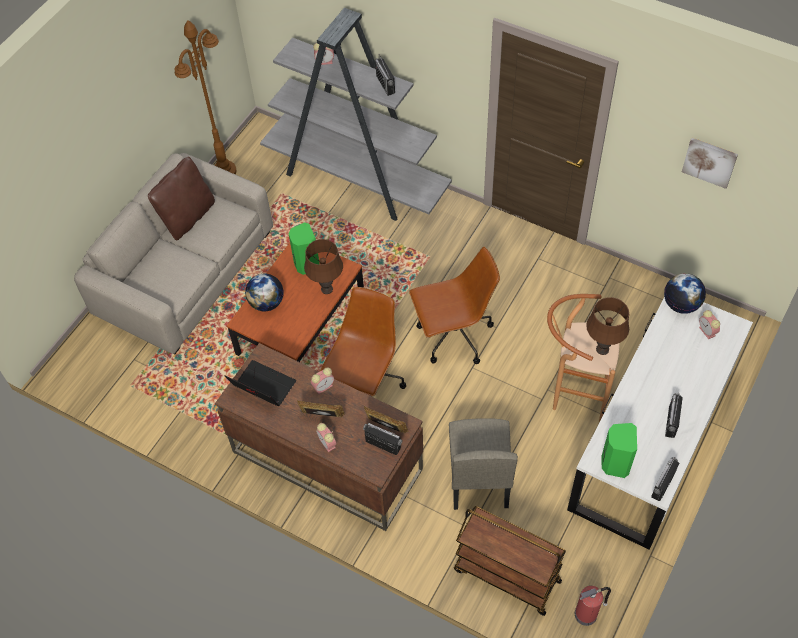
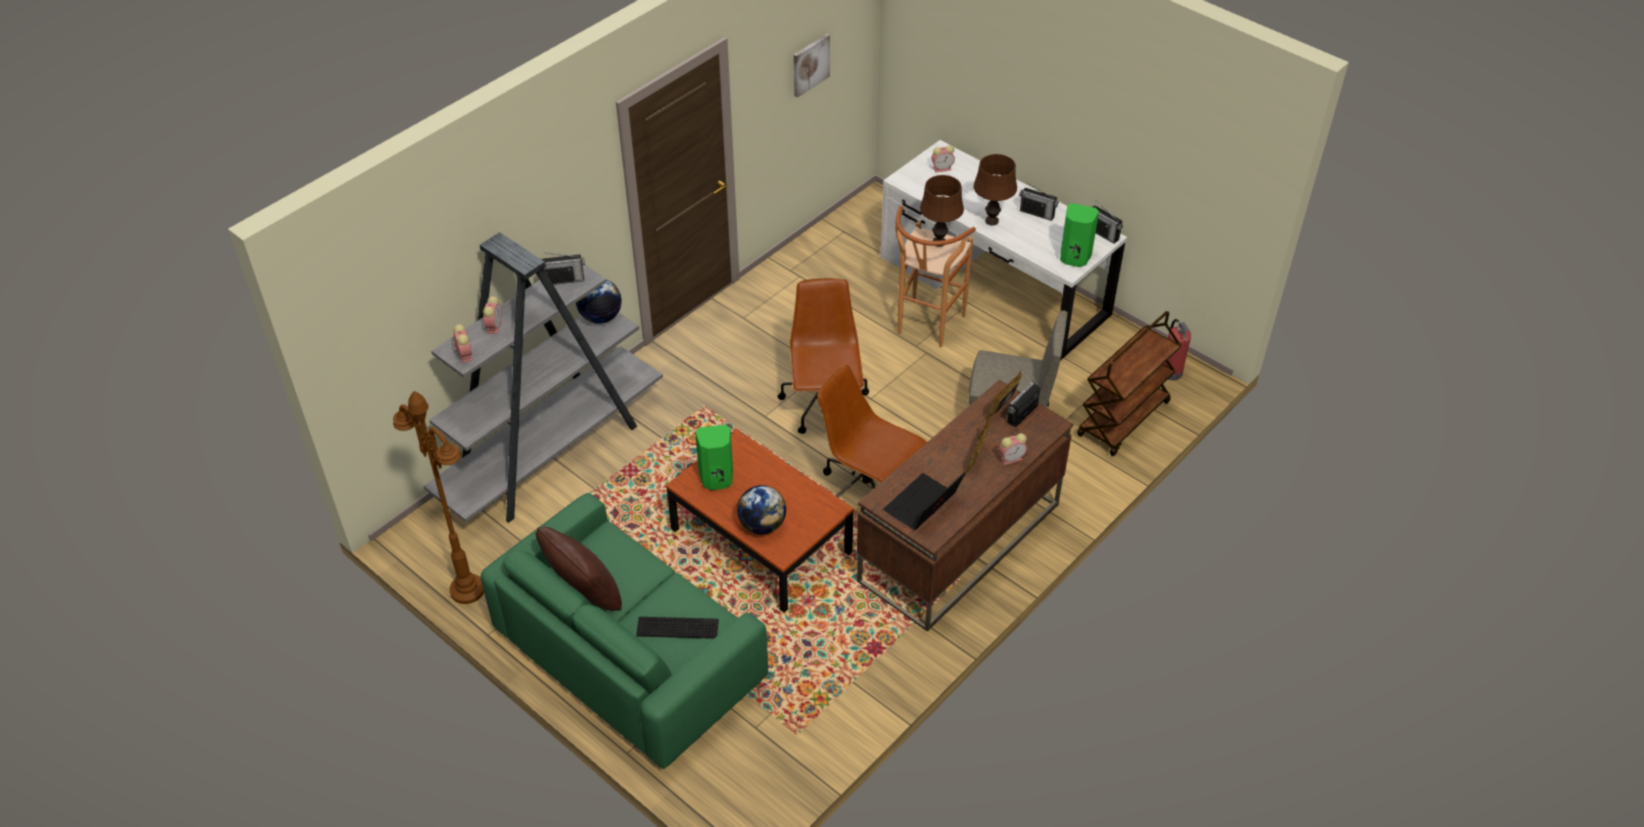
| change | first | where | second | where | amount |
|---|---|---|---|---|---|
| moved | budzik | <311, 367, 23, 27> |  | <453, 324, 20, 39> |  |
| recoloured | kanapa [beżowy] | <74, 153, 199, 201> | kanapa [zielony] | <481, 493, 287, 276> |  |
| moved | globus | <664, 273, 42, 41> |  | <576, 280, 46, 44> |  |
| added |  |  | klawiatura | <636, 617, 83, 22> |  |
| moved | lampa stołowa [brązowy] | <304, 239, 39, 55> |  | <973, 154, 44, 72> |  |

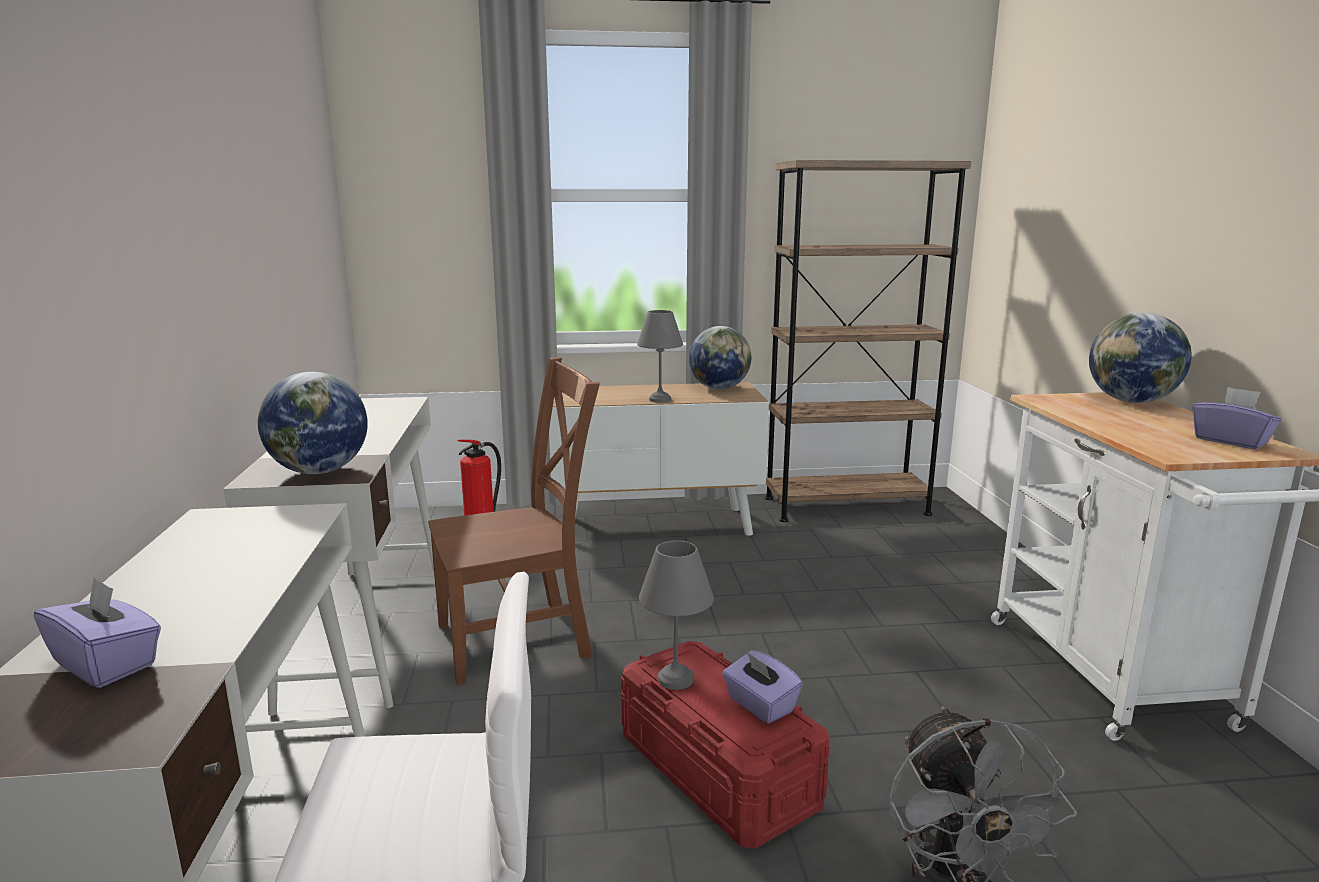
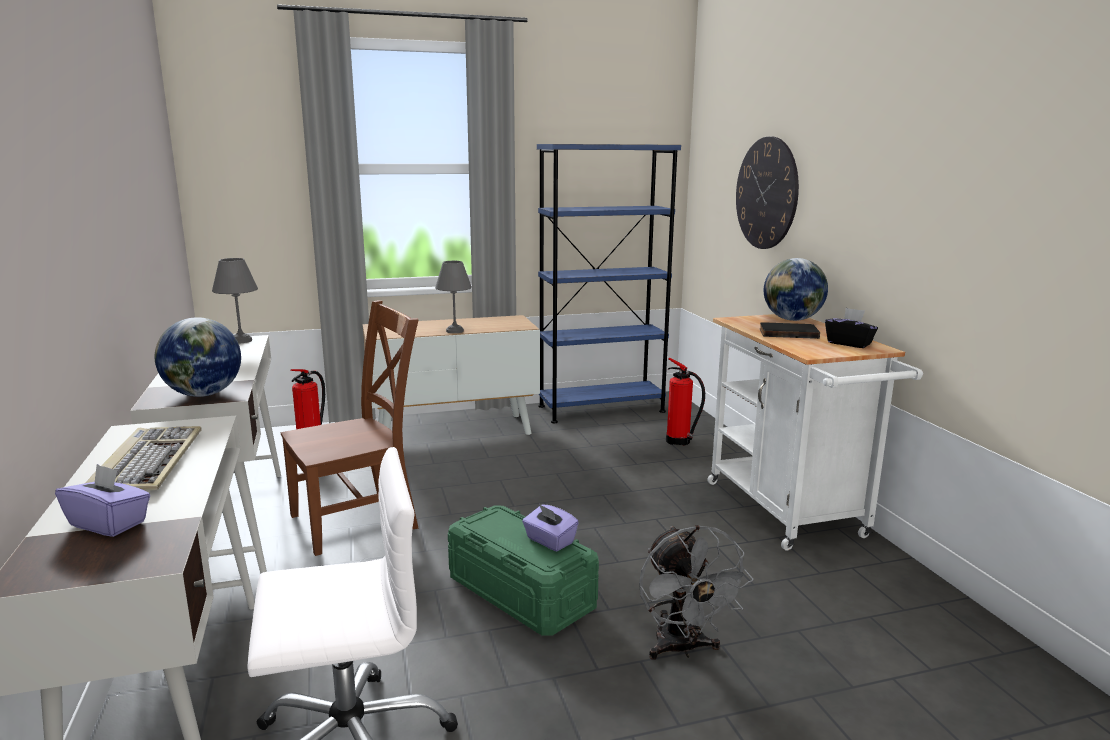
| change | first | where | second | where | amount |
|---|---|---|---|---|---|
| added |  |  | klawiatura | <85, 426, 117, 65> |  |
| moved | lampa stołowa [szary] | <639, 540, 75, 150> |  | <212, 258, 46, 86> |  |
| recoloured | pojemnik do przechowywania [czerwony] | <621, 641, 209, 207> | pojemnik do przechowywania [zielony] | <448, 506, 151, 130> |  |
| recoloured | regał [brązowy] | <765, 160, 206, 362> | regał [niebieski] | <537, 144, 144, 279> |  |
| added |  |  | gaśnica | <666, 358, 39, 88> |  |
| added |  |  | zegar ścienny | <736, 136, 63, 113> |  |
| added |  |  | książka [czarny] | <760, 322, 60, 17> |  |
| recoloured | pudełko chusteczek [fioletowy] | <1192, 387, 89, 62> | pudełko chusteczek [czarny] | <825, 308, 53, 40> |  |
| removed | globus | <689, 326, 62, 63> |  |  |  |

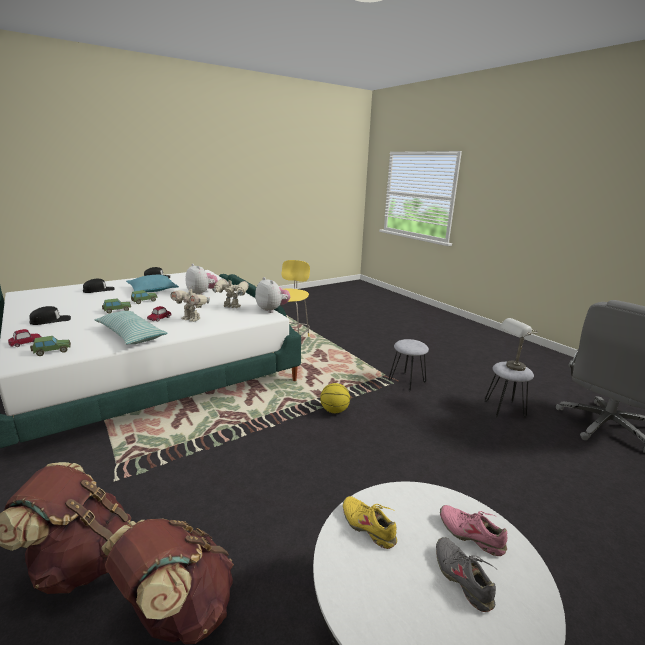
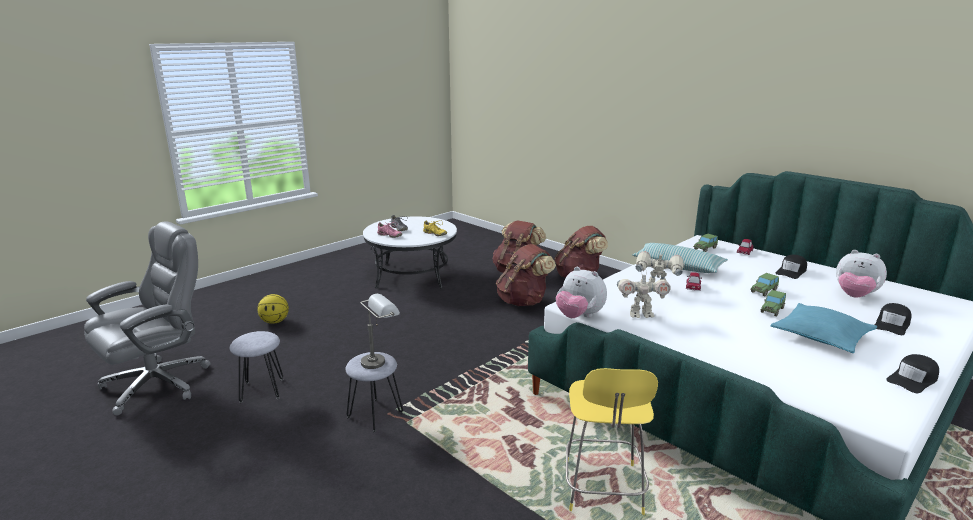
| change | first | where | second | where | amount |
|---|---|---|---|---|---|
| moved | piłka do koszykówki | <320, 383, 30, 30> |  | <257, 294, 32, 30> |  |
| moved | lampa stołowa [szary] | <500, 318, 38, 53> |  | <360, 294, 40, 75> |  |
| added |  |  | plecak [brązowy] | <496, 244, 60, 62> |  |
| moved | pluszak | <186, 264, 32, 31> |  | <836, 250, 51, 48> |  |

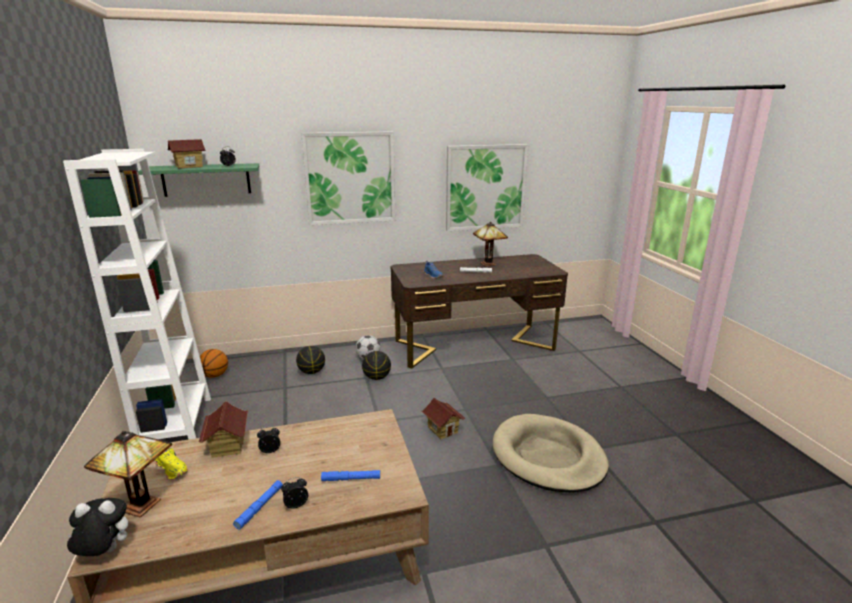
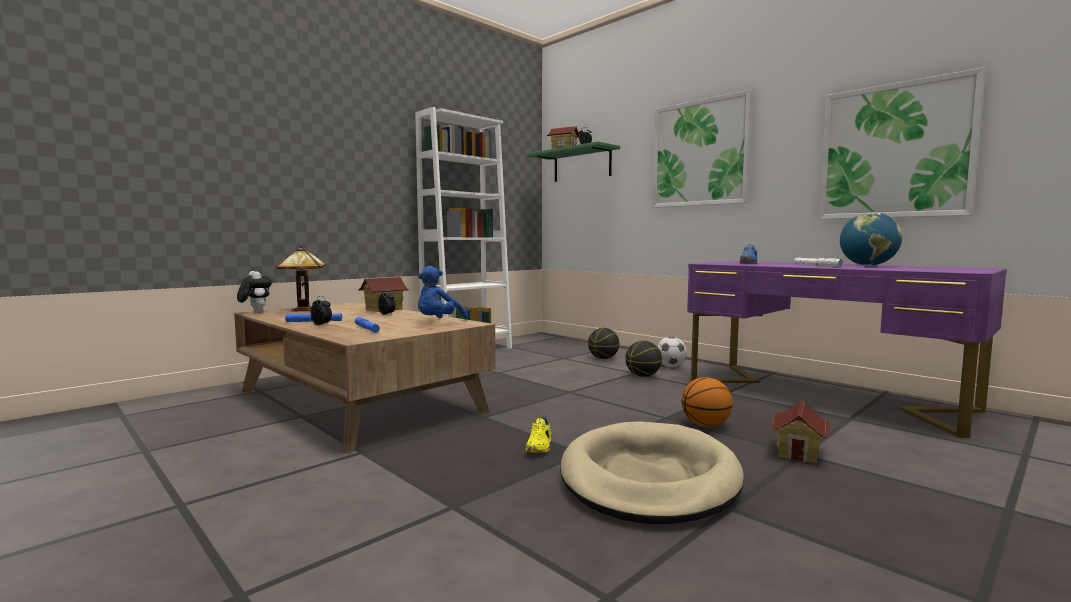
| change | first | where | second | where | amount |
|---|---|---|---|---|---|
| added |  |  | pluszak [niebieski] | <418, 266, 50, 53> |  |
| moved | but [żółty] | <155, 448, 33, 31> |  | <525, 414, 26, 39> |  |
| moved | piłka do koszykówki | <200, 349, 28, 29> |  | <681, 377, 52, 50> |  |
| recoloured | biurko [brązowy] | <391, 254, 177, 115> | biurko [fioletowy] | <687, 261, 320, 177> |  |
| moved | domek | <422, 398, 43, 41> |  | <770, 401, 59, 62> |  |
| replaced | lampa stołowa | <473, 222, 35, 44> | globus | <840, 212, 62, 54> |  |

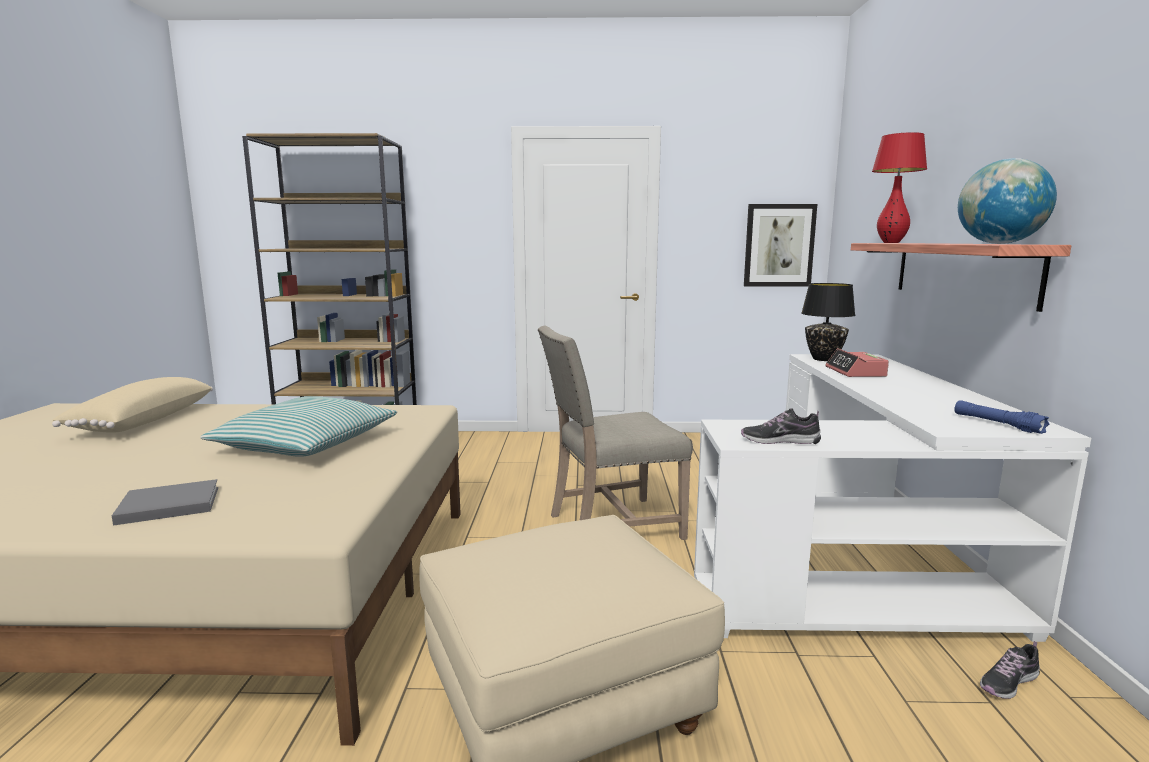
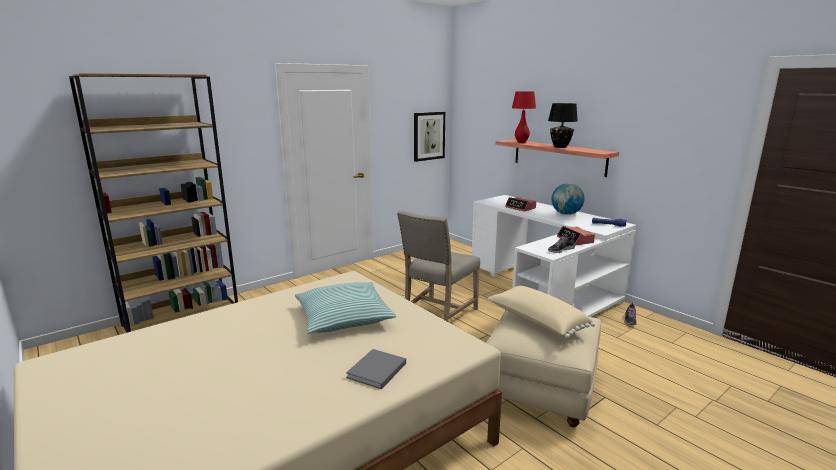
| change | first | where | second | where | amount |
|---|---|---|---|---|---|
| moved | poduszka [beżowy] | <52, 377, 161, 56> |  | <488, 286, 107, 52> |  |
| moved | lampa stołowa [czarny] | <801, 283, 54, 78> |  | <548, 103, 30, 45> |  |
| moved | globus | <958, 158, 99, 86> |  | <552, 183, 33, 32> |  |
| added |  |  | budzik | <557, 226, 38, 19> |  |

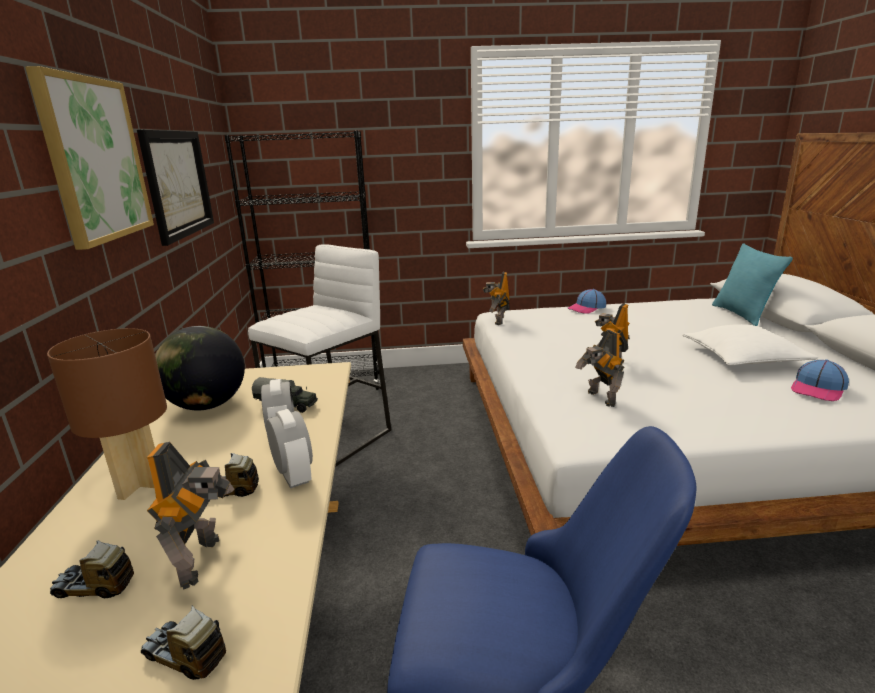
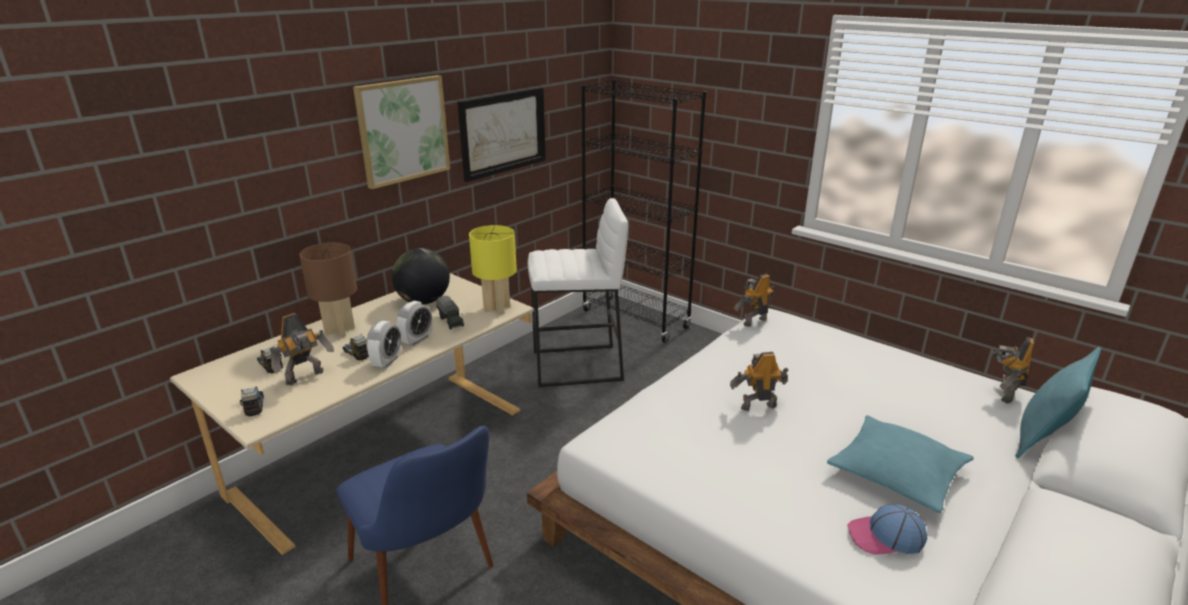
| change | first | where | second | where | amount |
|---|---|---|---|---|---|
| added |  |  | lampa stołowa [żółty] | <469, 225, 48, 89> |  |
| recoloured | poduszka [biały] | <682, 324, 136, 42> | poduszka [turkusowy] | <827, 415, 147, 98> |  |
| moved | robot zabawkowy | <575, 330, 49, 77> |  | <993, 337, 41, 66> |  |
| removed | czapka z daszkiem | <568, 289, 39, 24> |  |  |  |

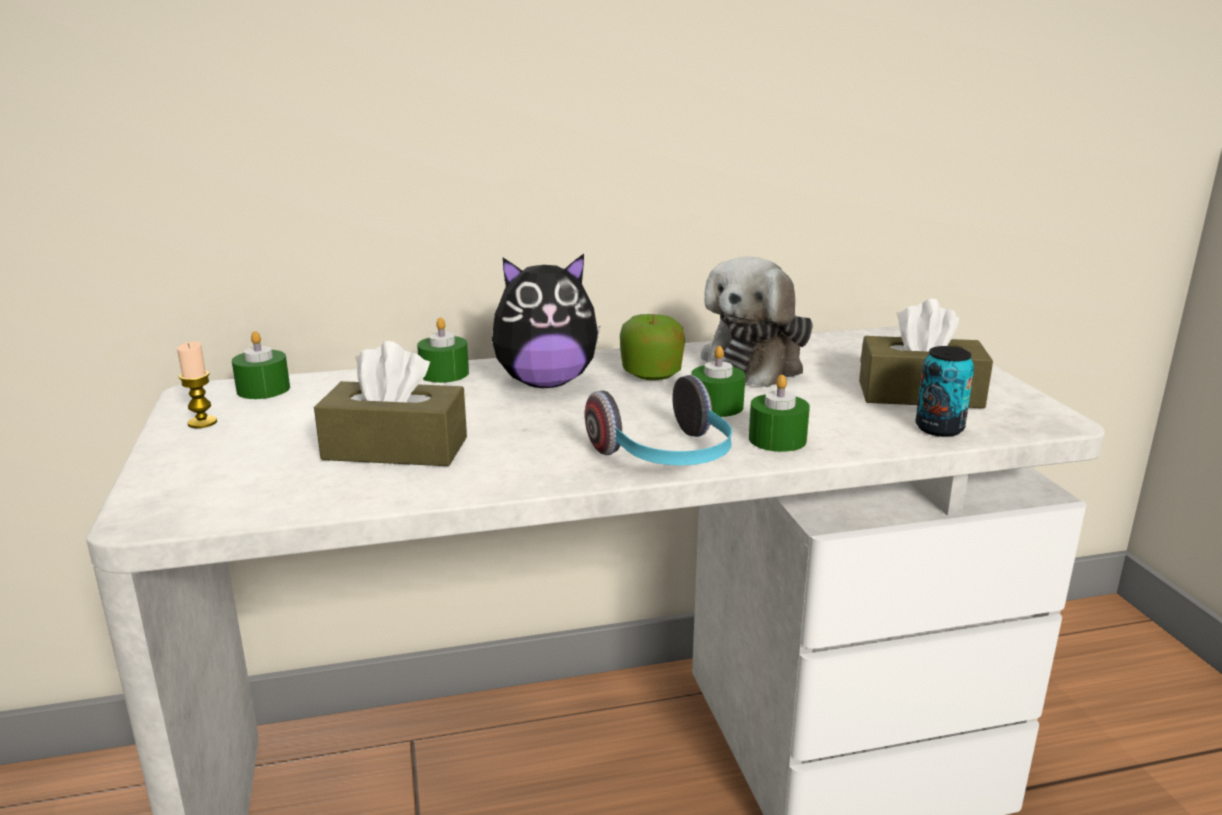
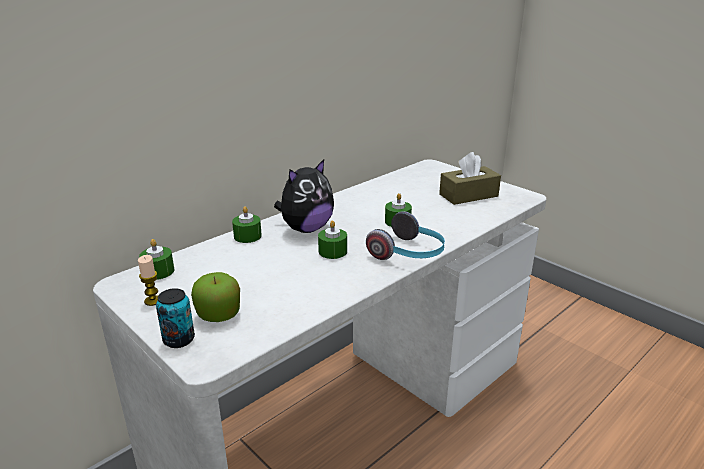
| change | first | where | second | where | amount |
|---|---|---|---|---|---|
| moved | puszka | <915, 346, 59, 91> |  | <156, 288, 39, 60> |  |
| moved | jabłko | <620, 314, 65, 66> |  | <191, 272, 49, 50> |  |
| moved | świeca [zielony] | <749, 375, 61, 77> |  | <318, 220, 29, 39> |  |
| removed | pudełko chusteczek [brązowy] | <314, 341, 153, 125> |  |  |  |
| removed | pluszak | <701, 256, 112, 131> |  |  |  |

